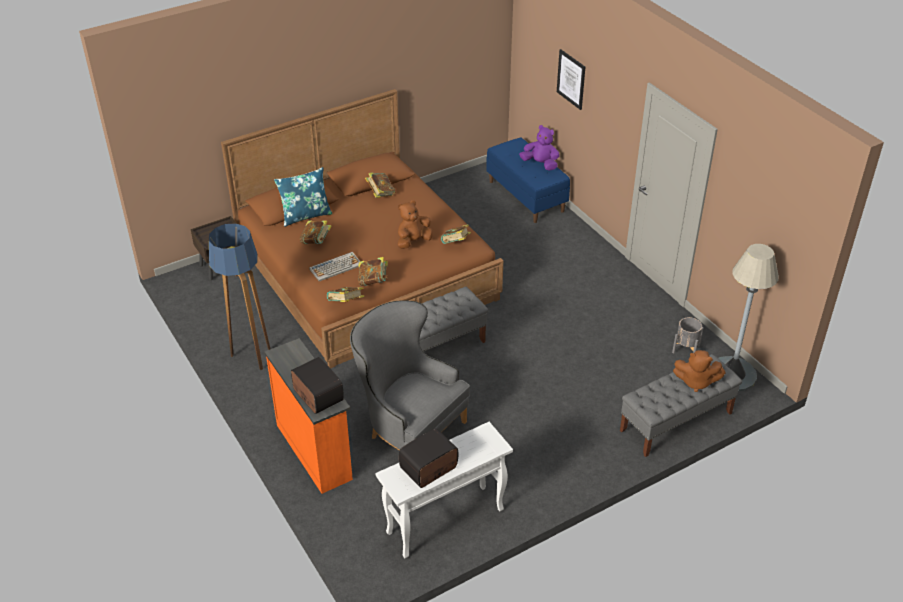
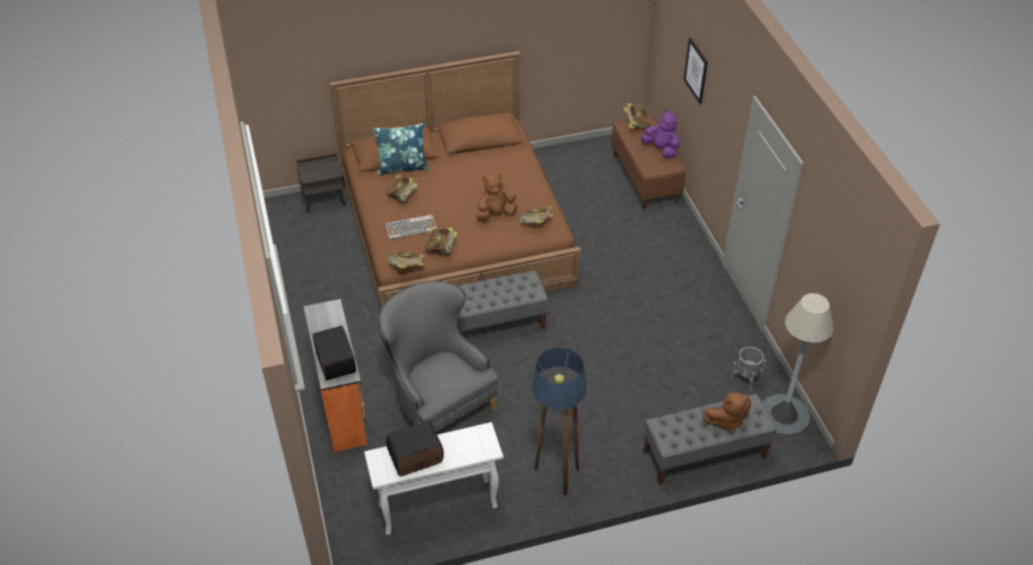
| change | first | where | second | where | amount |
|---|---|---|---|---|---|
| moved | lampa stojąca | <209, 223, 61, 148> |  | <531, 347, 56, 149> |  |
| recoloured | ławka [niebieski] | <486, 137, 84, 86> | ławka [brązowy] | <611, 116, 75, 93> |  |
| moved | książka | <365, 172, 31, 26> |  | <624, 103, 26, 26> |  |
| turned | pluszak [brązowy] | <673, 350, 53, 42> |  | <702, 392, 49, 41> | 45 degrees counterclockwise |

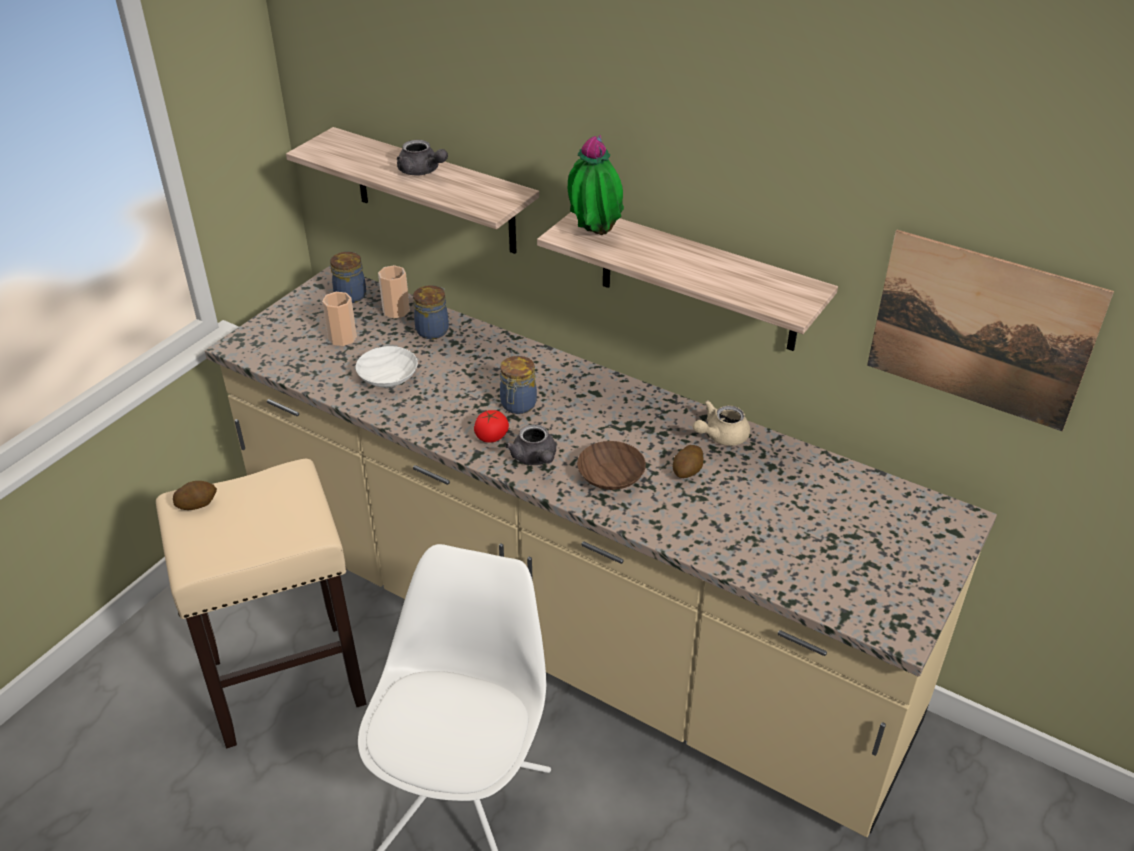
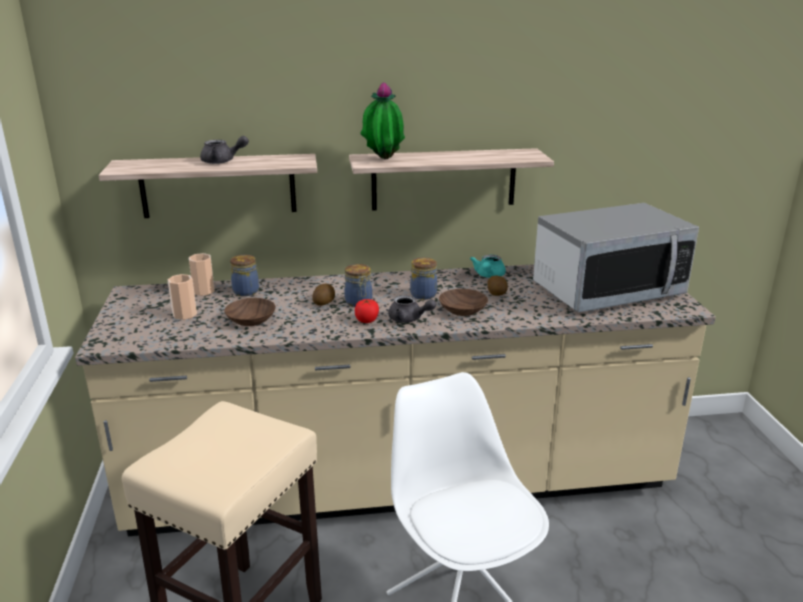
| change | first | where | second | where | amount |
|---|---|---|---|---|---|
| recoloured | miska [biały] | <356, 346, 62, 42> | miska [brązowy] | <224, 298, 52, 28> |  |
| moved | ziemniak | <173, 481, 44, 29> |  | <312, 284, 23, 22> |  |
| moved | słoik | <330, 252, 36, 51> |  | <410, 257, 27, 43> |  |
| recoloured | imbryk [beżowy] | <693, 400, 57, 46> | imbryk [turkusowy] | <470, 255, 36, 23> |  |
| added |  |  | mikrofalówka | <533, 203, 166, 109> |  |
| removed | obraz | <867, 230, 247, 201> |  |  |  |

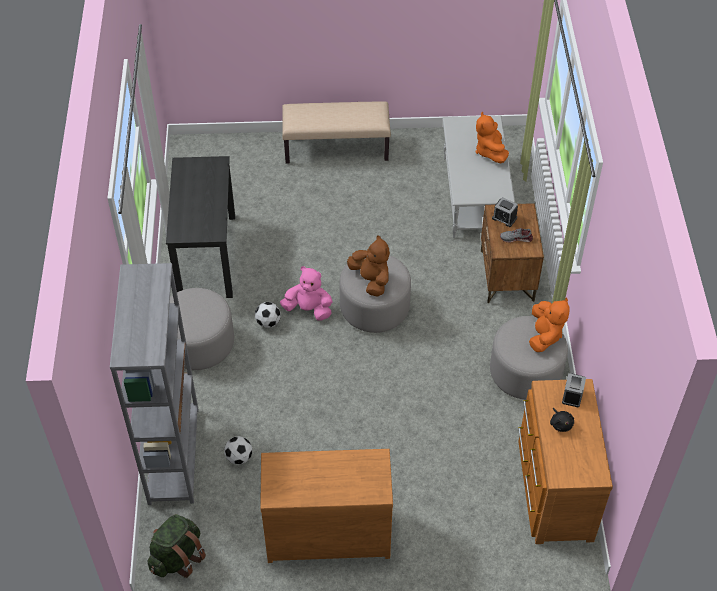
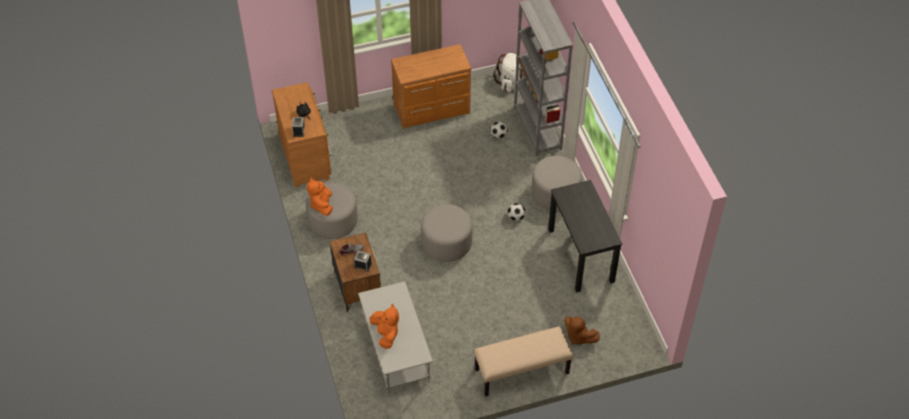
| change | first | where | second | where | amount |
|---|---|---|---|---|---|
| recoloured | plecak [zielony] | <148, 514, 58, 64> | plecak [biały] | <493, 53, 32, 39> |  |
| moved | pluszak [brązowy] | <347, 235, 43, 62> |  | <564, 316, 36, 29> |  |
| removed | pluszak [różowy] | <280, 266, 53, 54> |  |  |  |

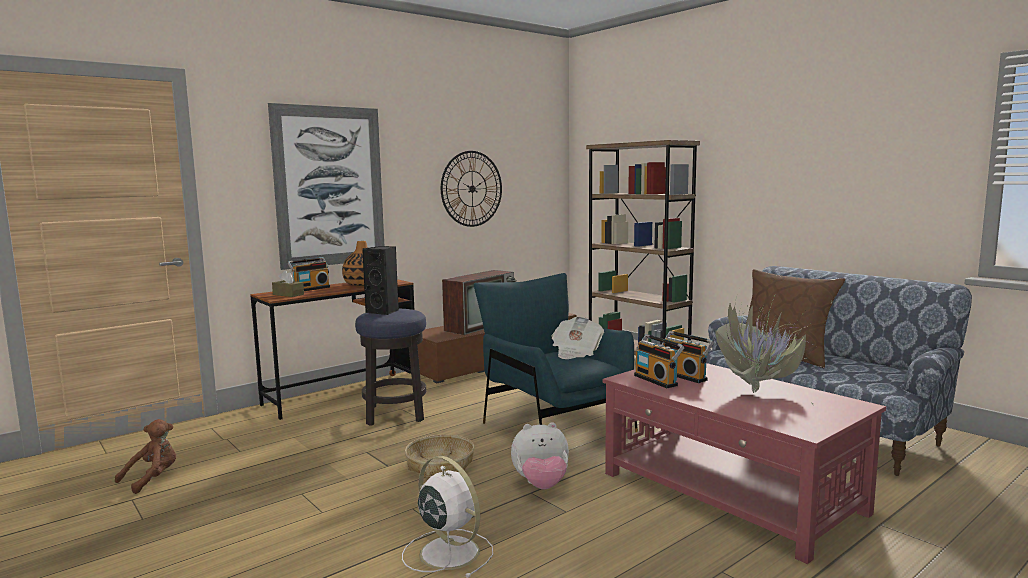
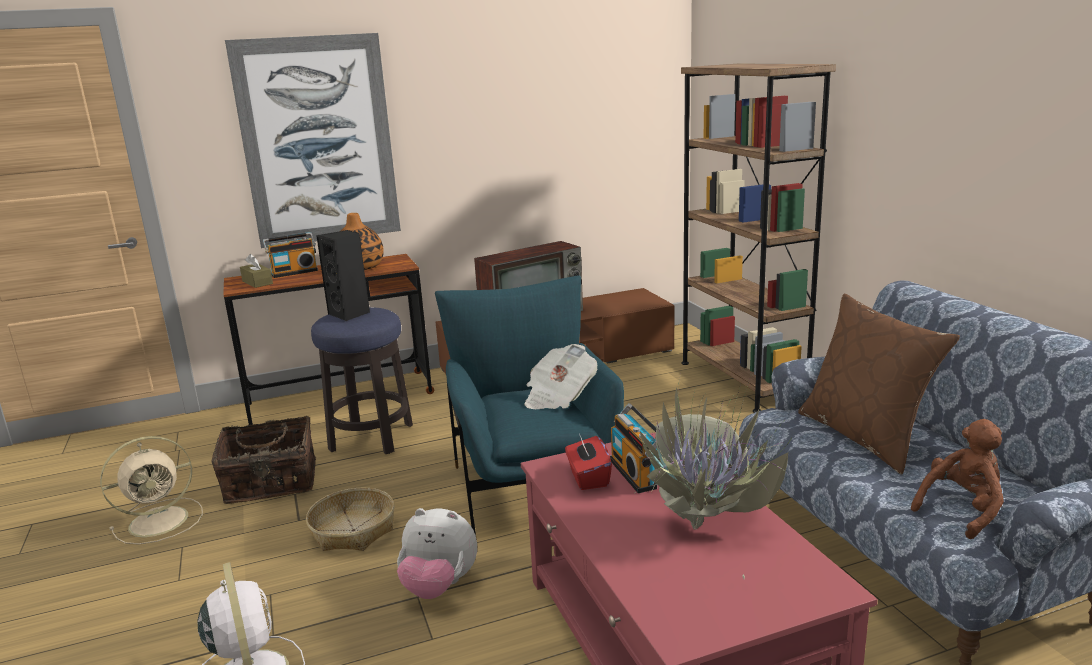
| change | first | where | second | where | amount |
|---|---|---|---|---|---|
| added |  |  | wentylator [beżowy] | <100, 436, 103, 109> |  |
| added |  |  | koszyk | <211, 416, 105, 88> |  |
| replaced | radio | <634, 334, 50, 54> | pudełko chusteczek [czerwony] | <565, 434, 47, 56> |  |
| moved | pluszak [brązowy] | <115, 419, 61, 75> |  | <911, 419, 93, 120> |  |
| removed | zegar ścienny | <441, 151, 61, 76> |  |  |  |

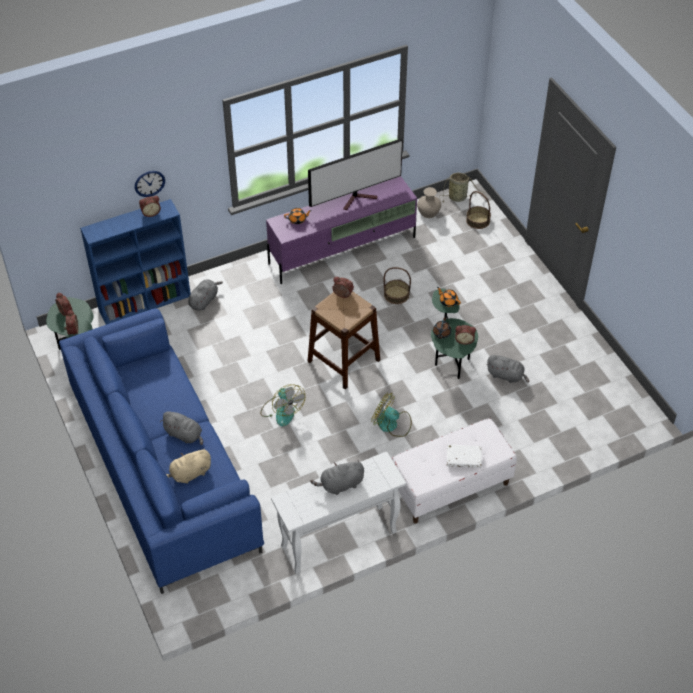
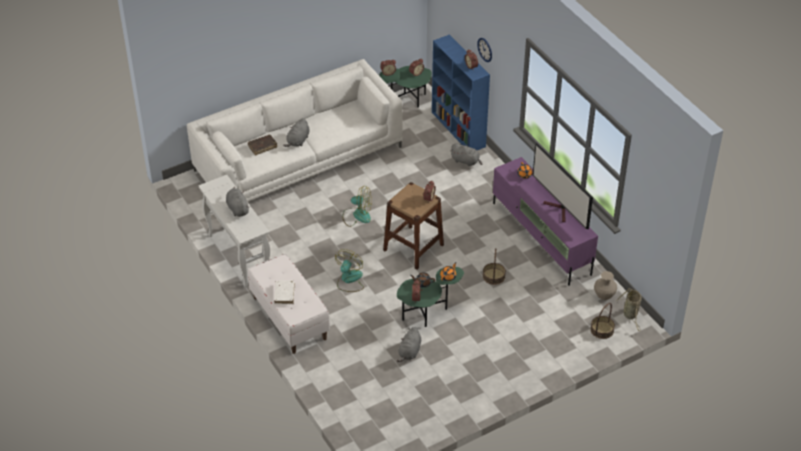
| change | first | where | second | where | amount |
|---|---|---|---|---|---|
| recoloured | kanapa [niebieski] | <59, 308, 205, 286> | kanapa [biały] | <187, 59, 216, 143> |  |
| replaced | pluszak [beżowy] | <166, 448, 45, 36> | książka [brązowy] | <248, 135, 29, 20> |  |
| turned | wentylator | <260, 384, 45, 42> |  | <342, 186, 30, 41> | 135 degrees counterclockwise |

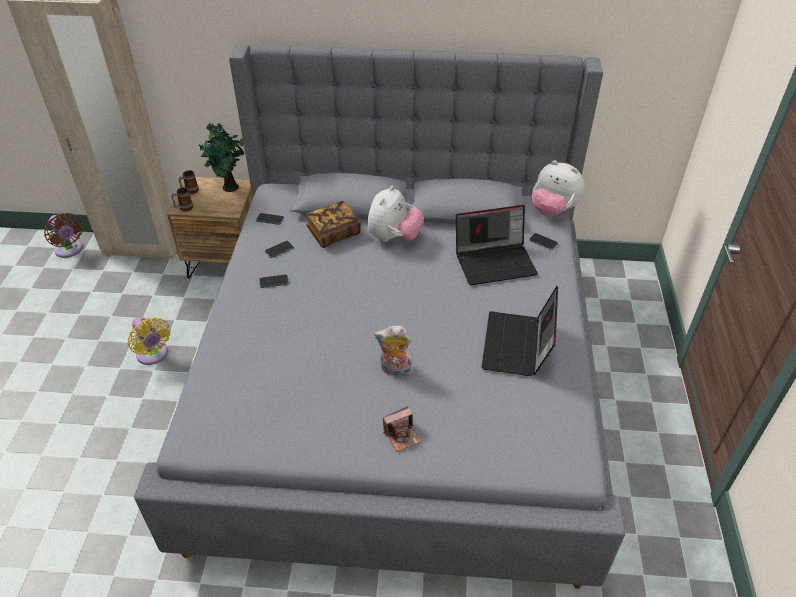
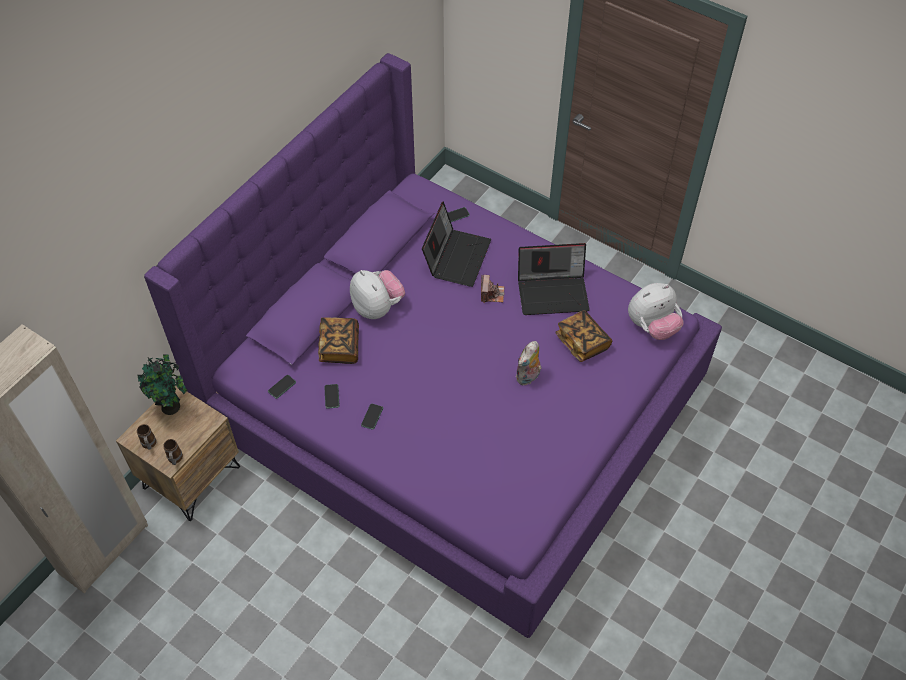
| change | first | where | second | where | amount |
|---|---|---|---|---|---|
| recoloured | łóżko [szary] | <134, 44, 492, 545> | łóżko [fioletowy] | <144, 53, 578, 585> |  |
| moved | aparat fotograficzny | <383, 406, 38, 46> |  | <481, 275, 23, 28> |  |
| turned | laptop | <481, 286, 77, 90> |  | <518, 243, 72, 72> | 45 degrees counterclockwise |
| added |  |  | książka | <555, 310, 57, 52> |  |
| moved | pluszak | <532, 161, 53, 56> |  | <628, 283, 56, 57> |  |
| removed | wentylator [brązowy] | <44, 213, 39, 45> |  |  |  |
| removed | wentylator [żółty] | <128, 317, 43, 48> |  |  |  |

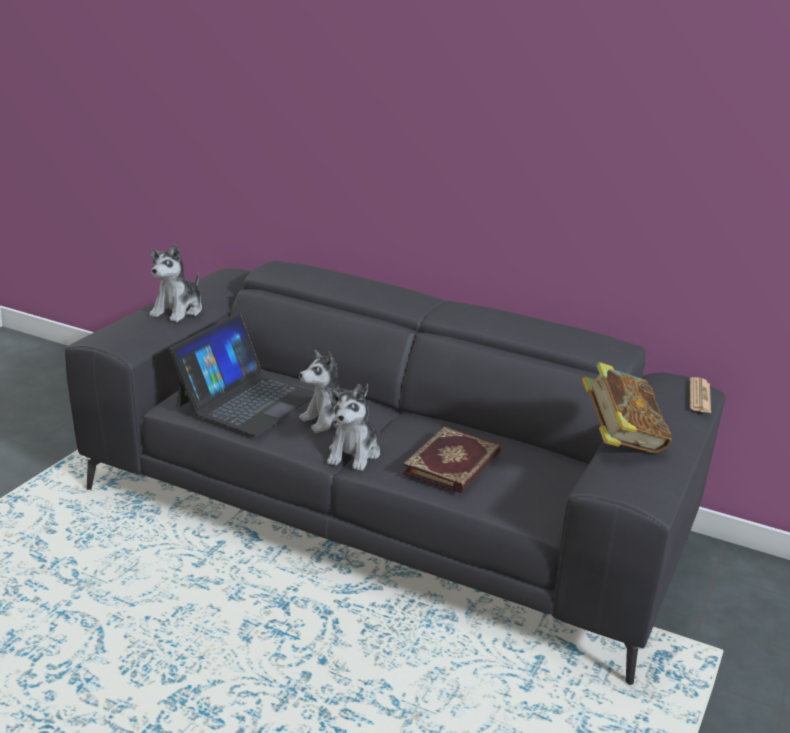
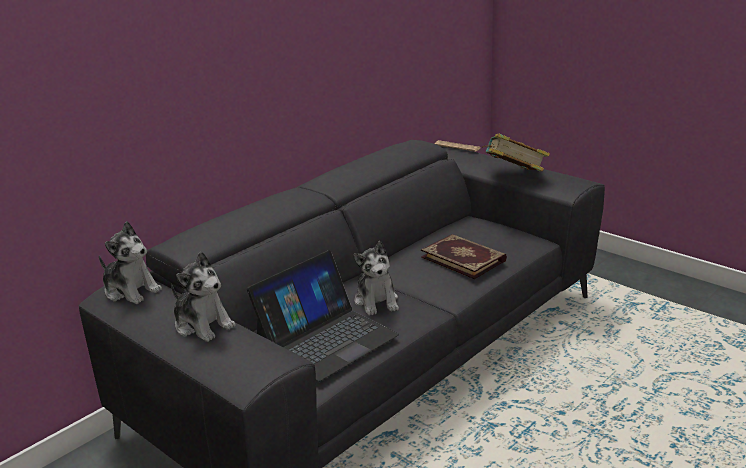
| change | first | where | second | where | amount |
|---|---|---|---|---|---|
| moved | pluszak | <327, 384, 53, 87> |  | <99, 221, 63, 83> |  |
| turned | laptop | <169, 313, 146, 123> |  | <247, 251, 152, 130> | 90 degrees clockwise |

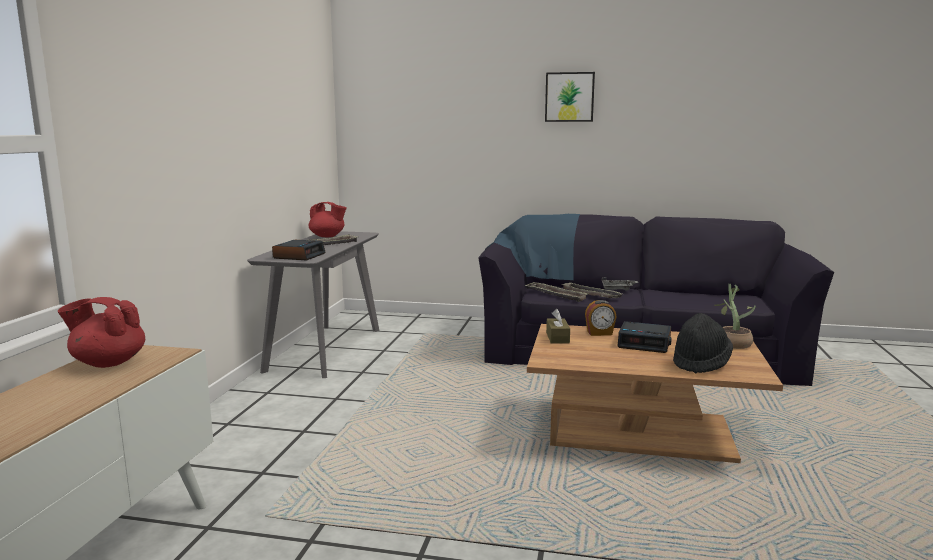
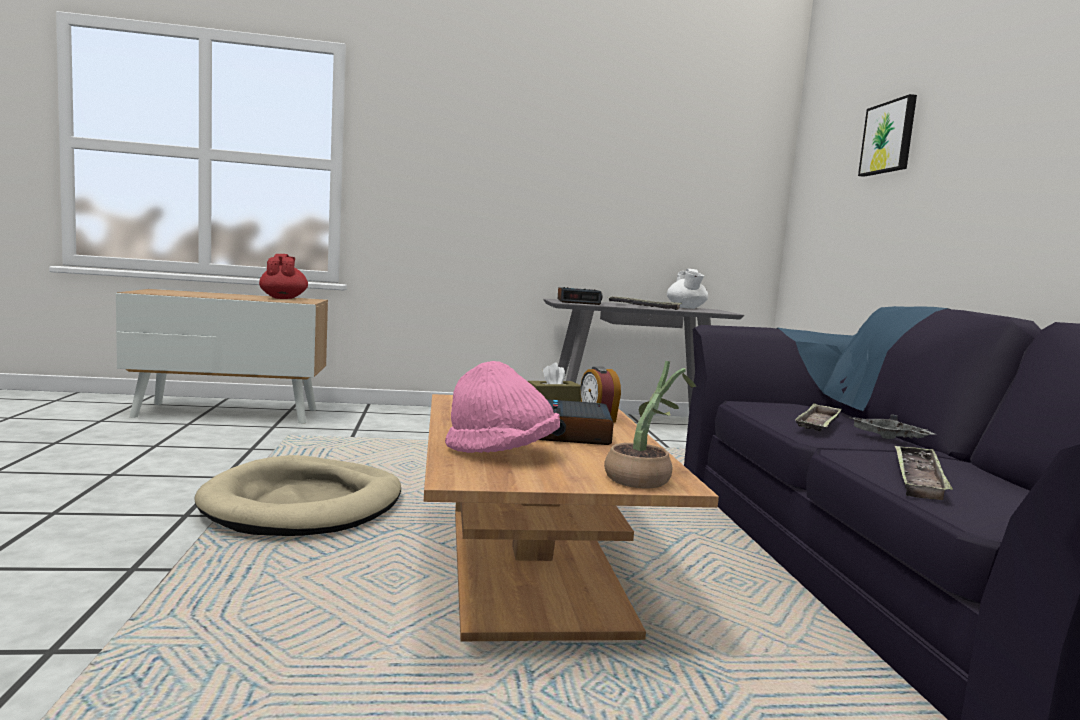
| change | first | where | second | where | amount |
|---|---|---|---|---|---|
| added |  |  | legowisko [beżowy] | <195, 455, 206, 81> |  |
| recoloured | kapelusz [czarny] | <673, 313, 60, 60> | kapelusz [różowy] | <445, 361, 115, 92> |  |
| recoloured | imbryk [czerwony] | <309, 202, 38, 35> | imbryk [biały] | <667, 269, 41, 40> |  |
| moved | obraz | <545, 72, 50, 50> |  | <858, 94, 59, 83> |  |
| moved | taca | <524, 282, 64, 20> |  | <895, 446, 58, 54> |  |

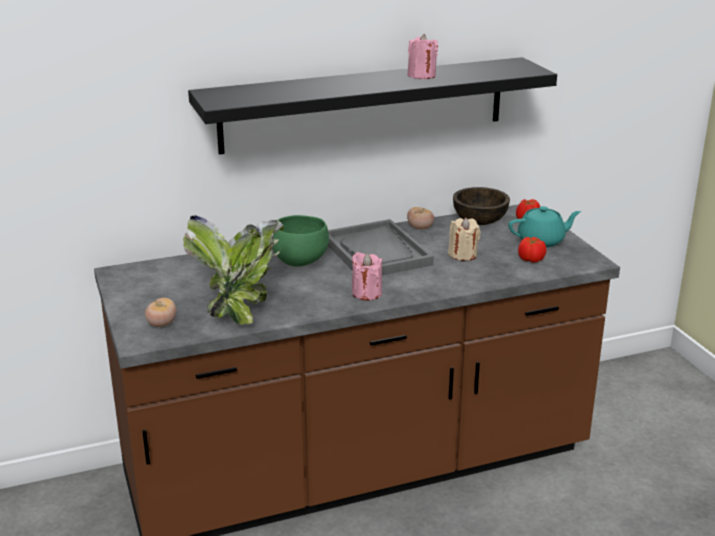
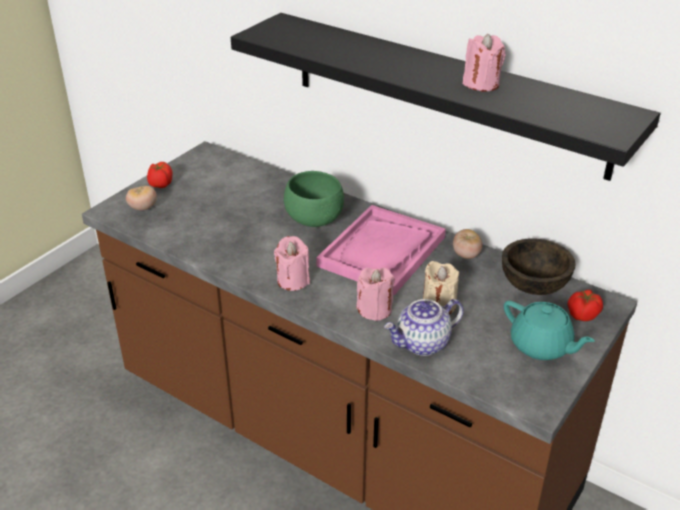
| change | first | where | second | where | amount |
|---|---|---|---|---|---|
| moved | pomidor | <518, 237, 28, 26> |  | <147, 162, 26, 26> |  |
| recoloured | taca [szary] | <328, 219, 106, 56> | taca [różowy] | <316, 205, 130, 90> |  |
| added |  |  | świeca [różowy] | <356, 268, 39, 53> |  |
| added |  |  | imbryk | <384, 299, 80, 57> |  |
| removed | roślina doniczkowa | <183, 215, 101, 109> |  |  |  |

